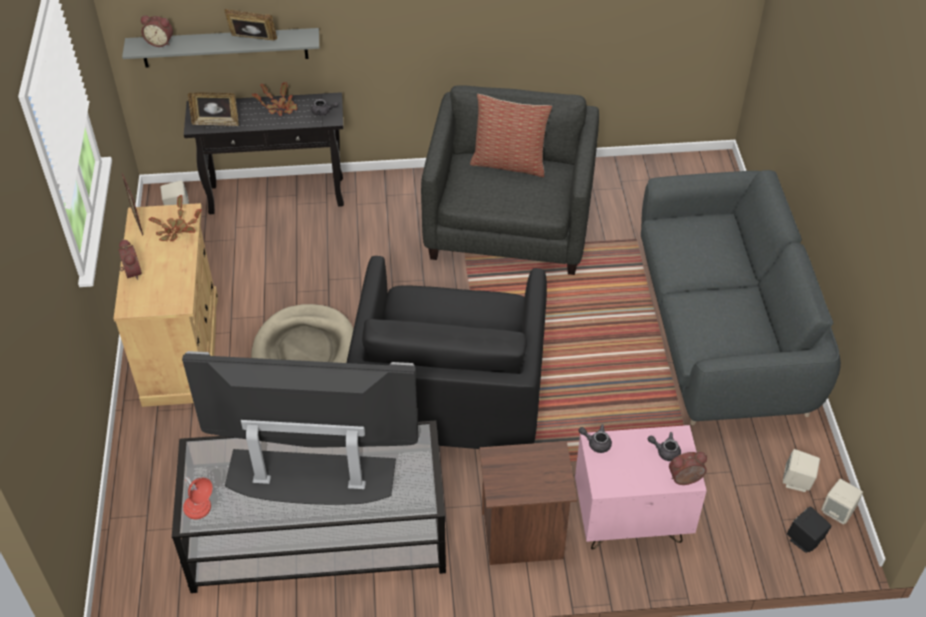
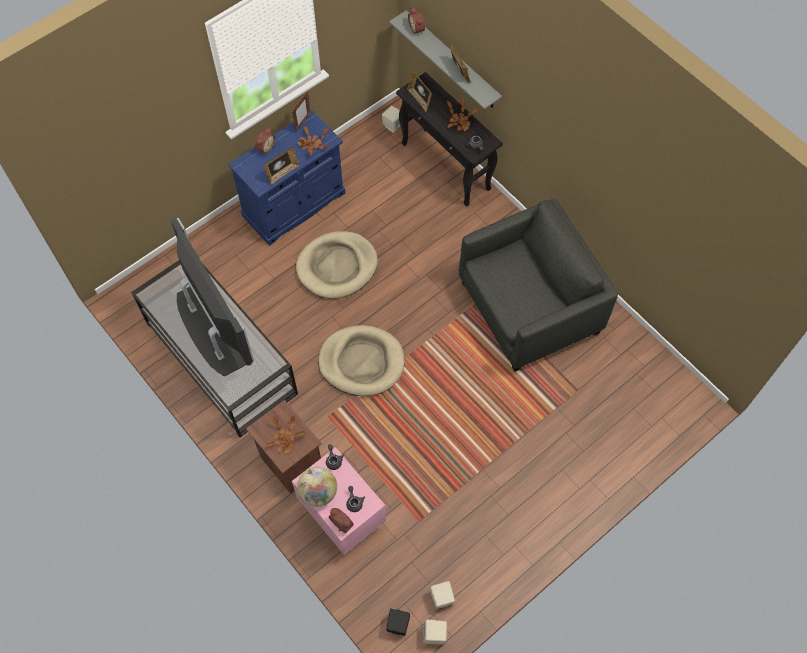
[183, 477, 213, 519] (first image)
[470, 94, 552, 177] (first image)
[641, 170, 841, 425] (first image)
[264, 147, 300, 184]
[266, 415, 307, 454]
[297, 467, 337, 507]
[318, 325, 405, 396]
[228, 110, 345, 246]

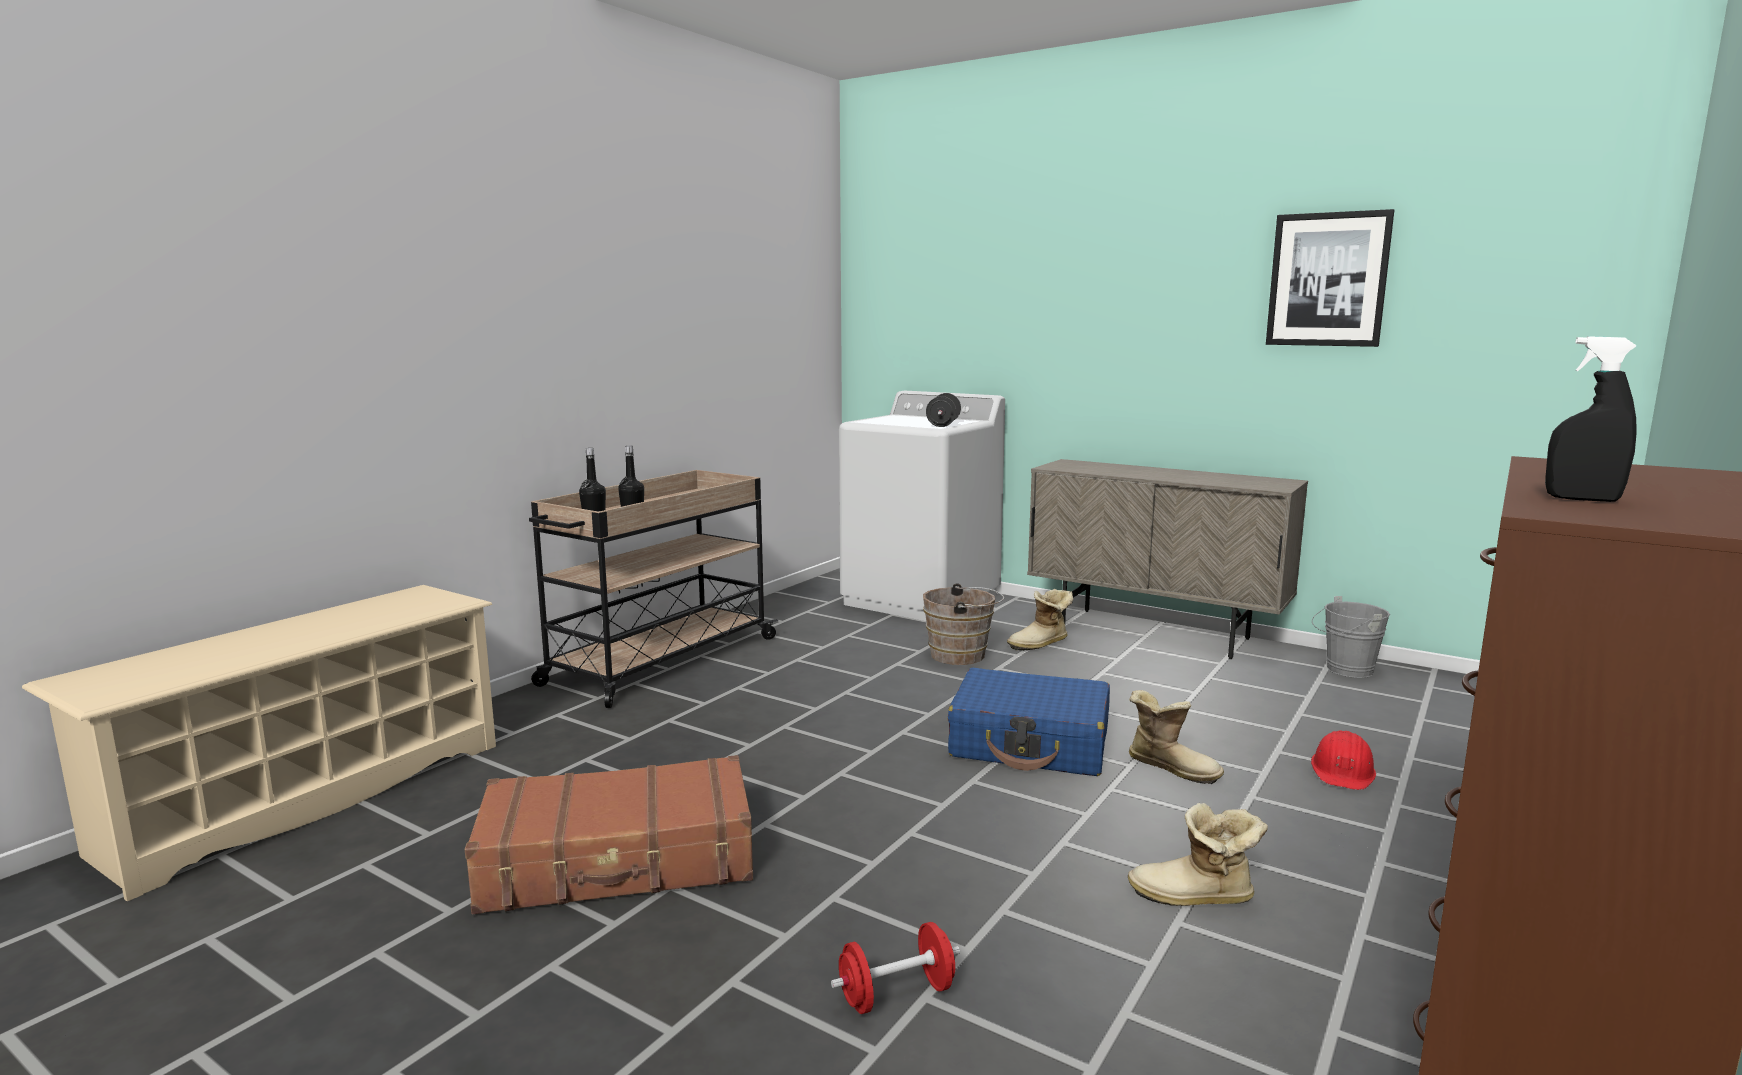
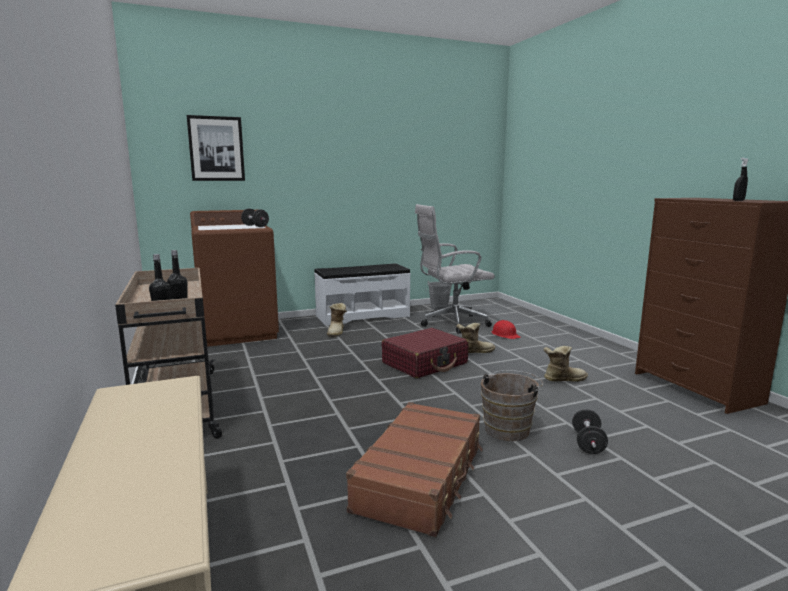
[415, 204, 495, 334]
[481, 370, 543, 441]
[187, 115, 245, 181]
[314, 264, 411, 326]
[572, 409, 608, 454]
[190, 210, 279, 347]
[382, 328, 468, 378]
[544, 346, 588, 382]

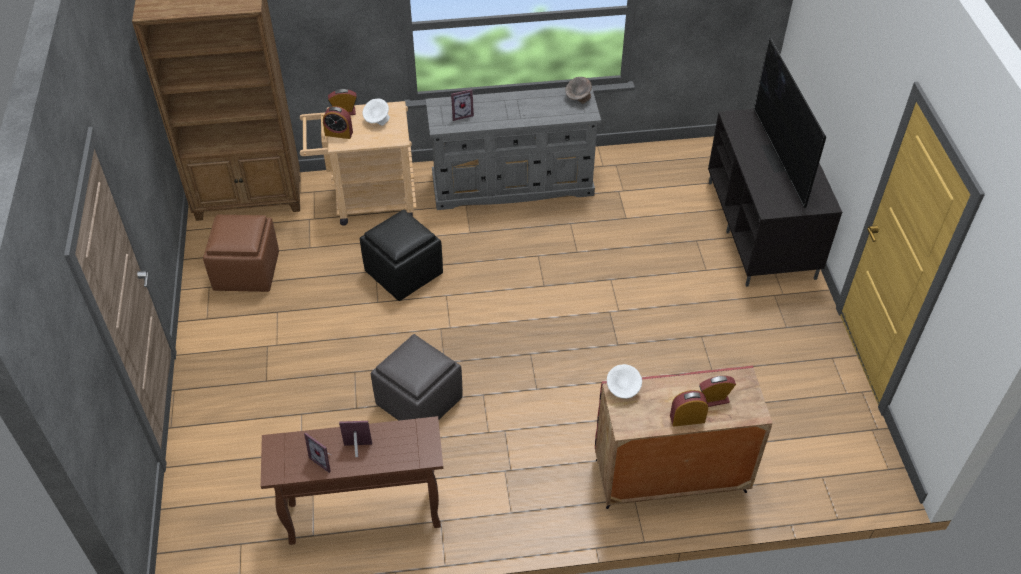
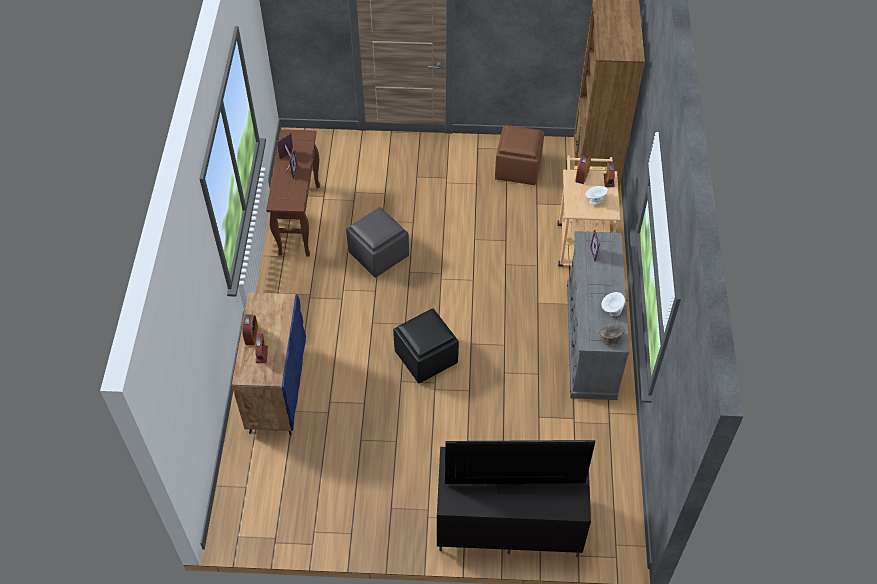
[393, 309, 459, 383]
[601, 292, 625, 316]
[232, 292, 306, 435]

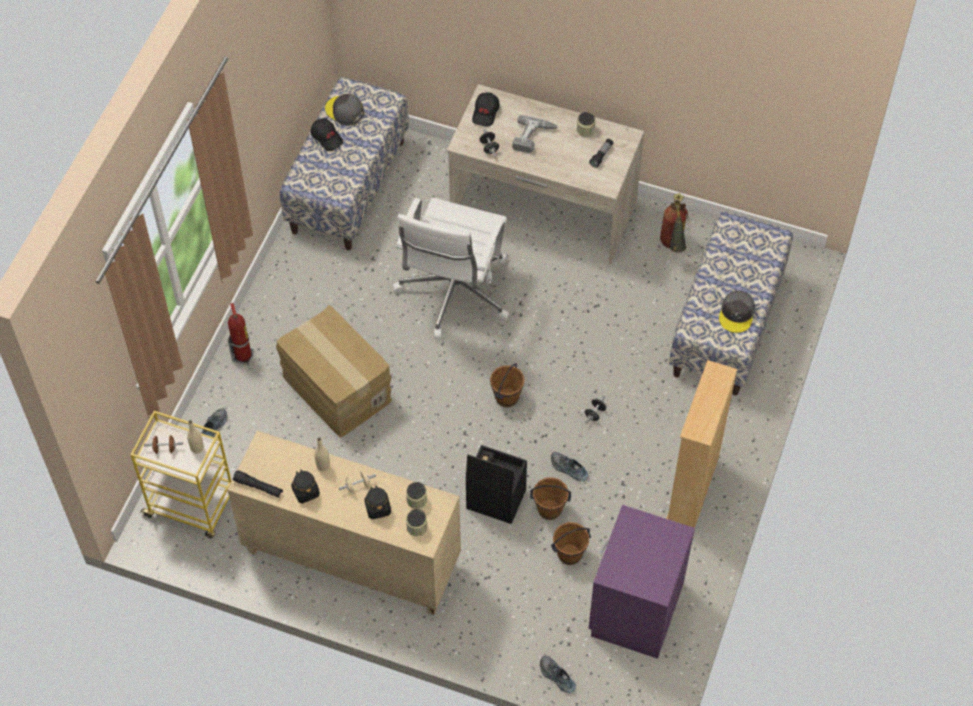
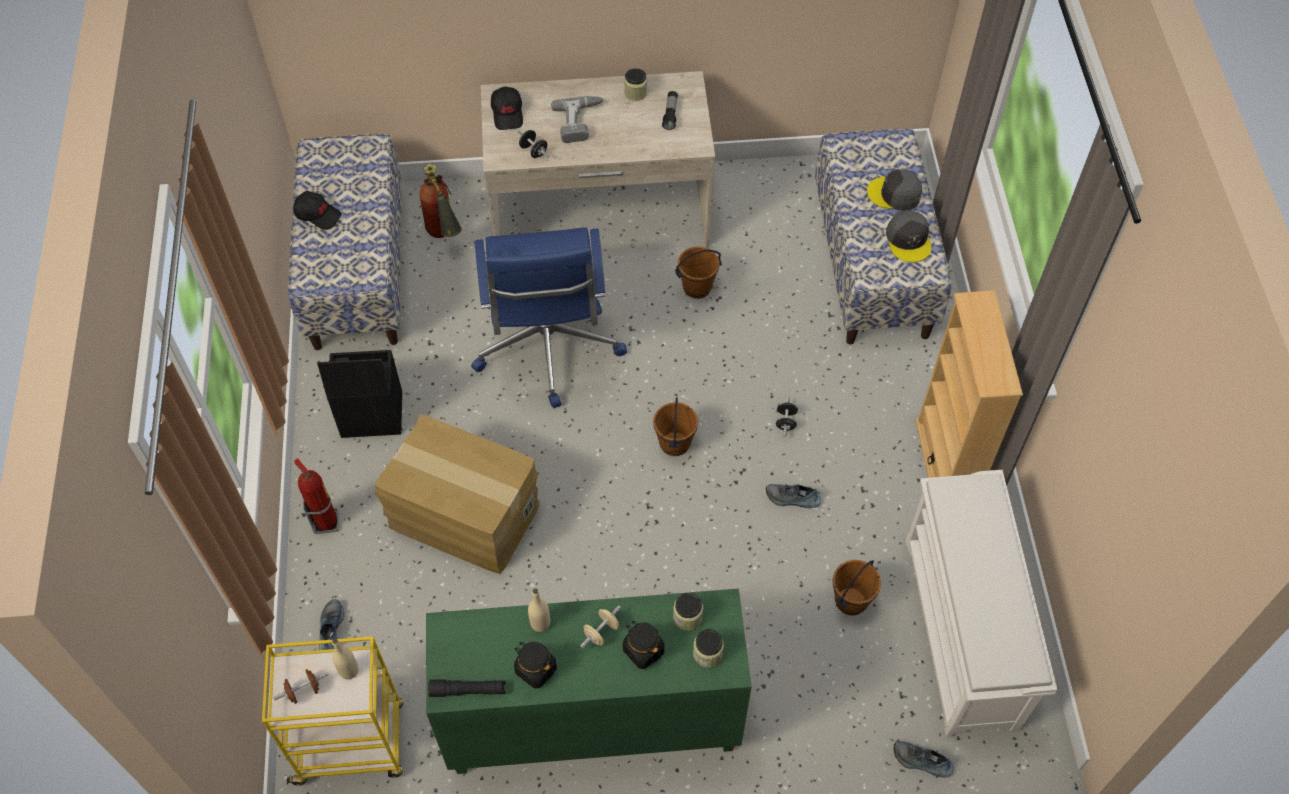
[867, 169, 922, 211]
[317, 350, 402, 438]
[675, 247, 722, 299]
[419, 164, 462, 238]
[906, 470, 1057, 737]
[426, 589, 752, 774]
[471, 227, 627, 408]

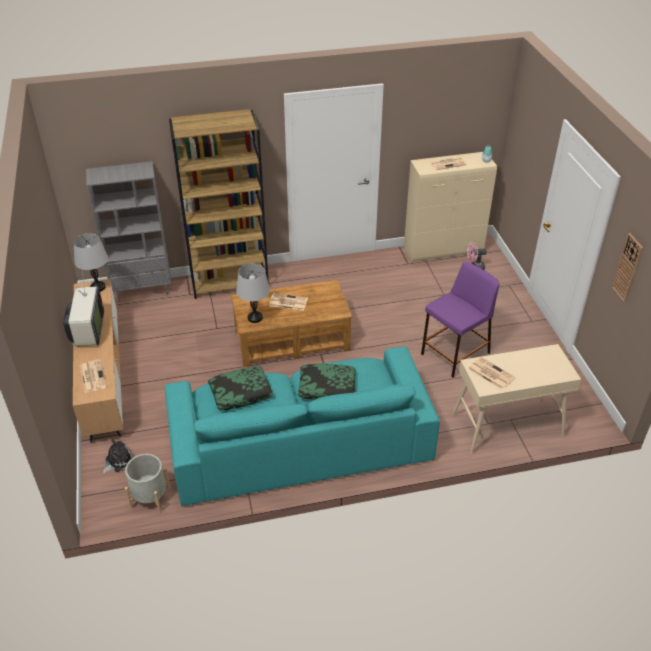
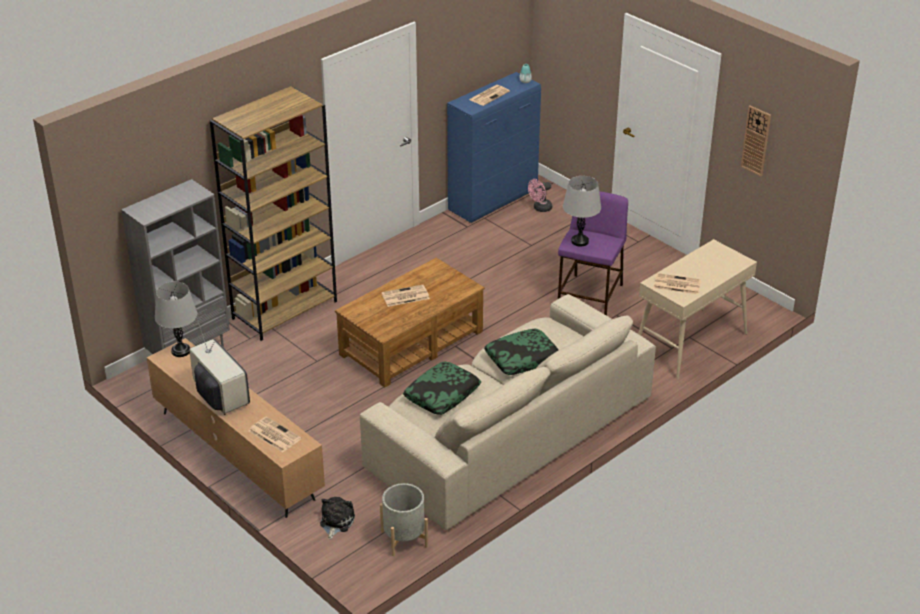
[563, 176, 601, 247]
[360, 294, 656, 530]
[447, 72, 541, 223]

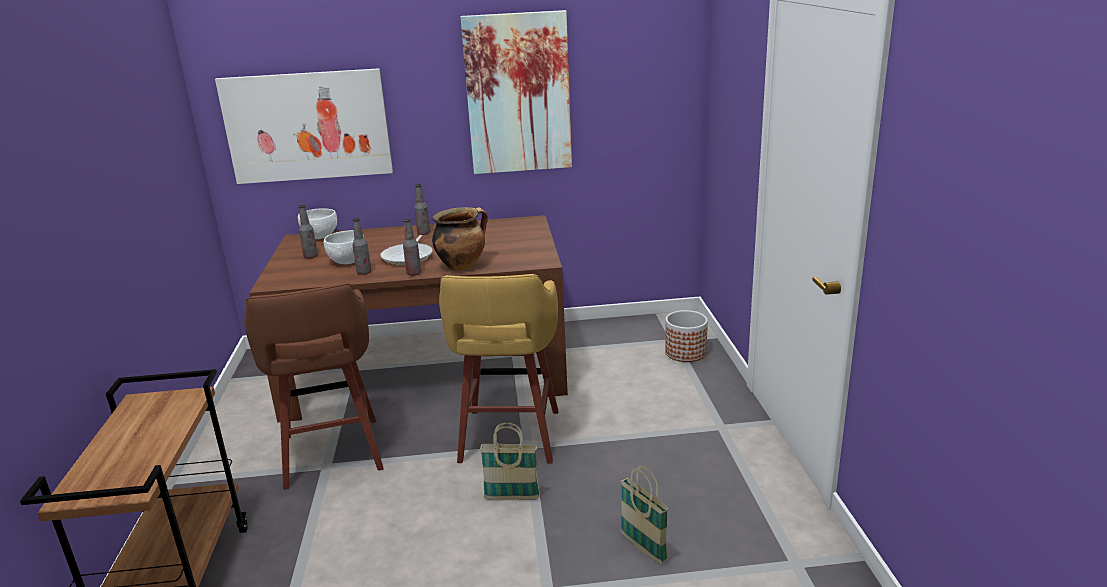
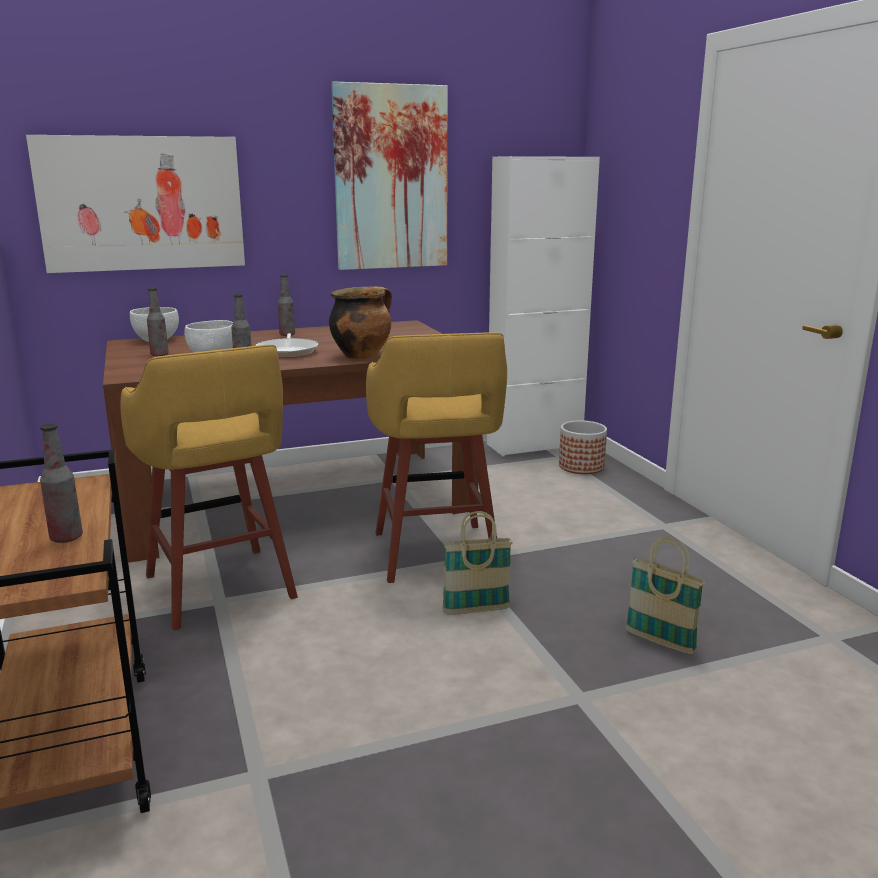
[487, 156, 600, 456]
[40, 423, 83, 543]
[120, 345, 298, 630]

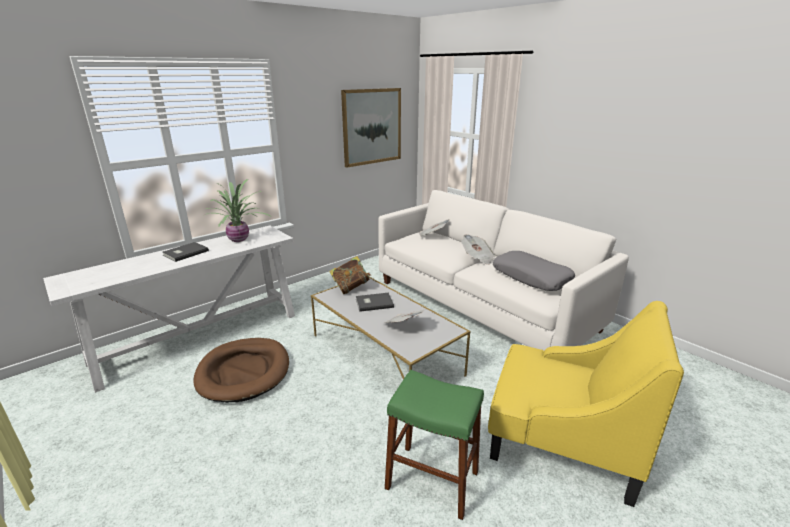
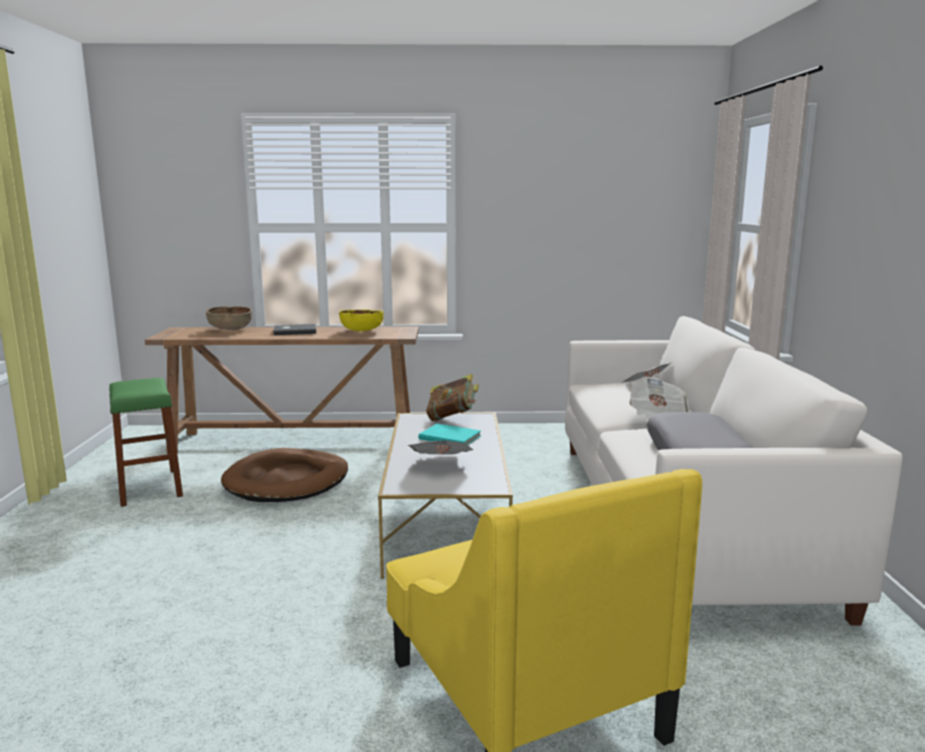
[341, 88, 401, 167] (first image)
[206, 306, 252, 330]
[109, 378, 183, 507]
[339, 310, 384, 331]
[145, 326, 419, 454]
[418, 424, 481, 445]

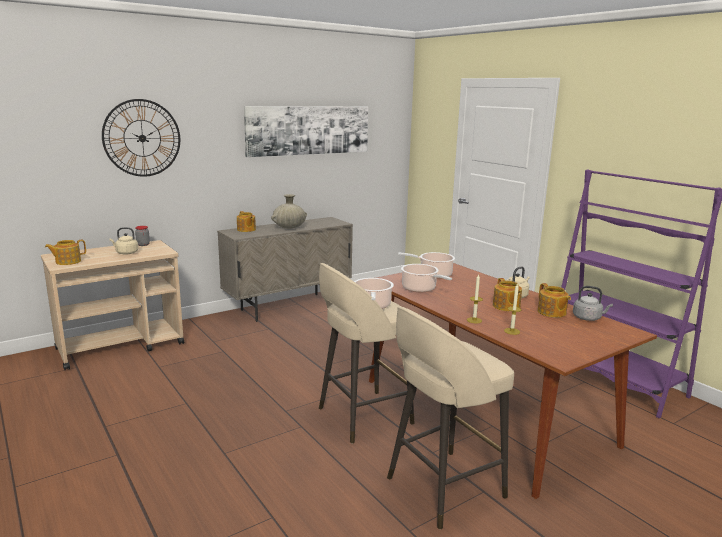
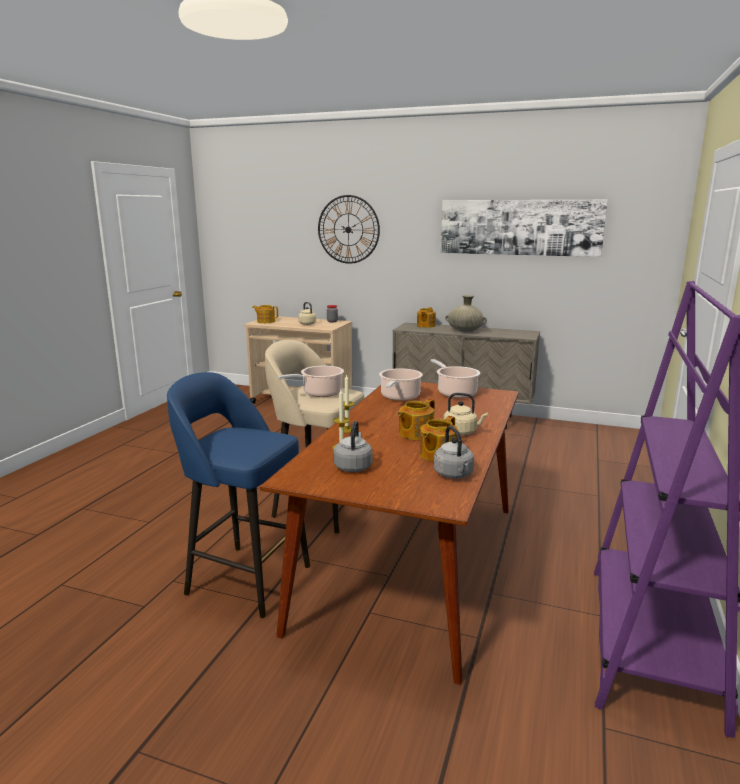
[334, 421, 372, 472]
[167, 372, 310, 618]

